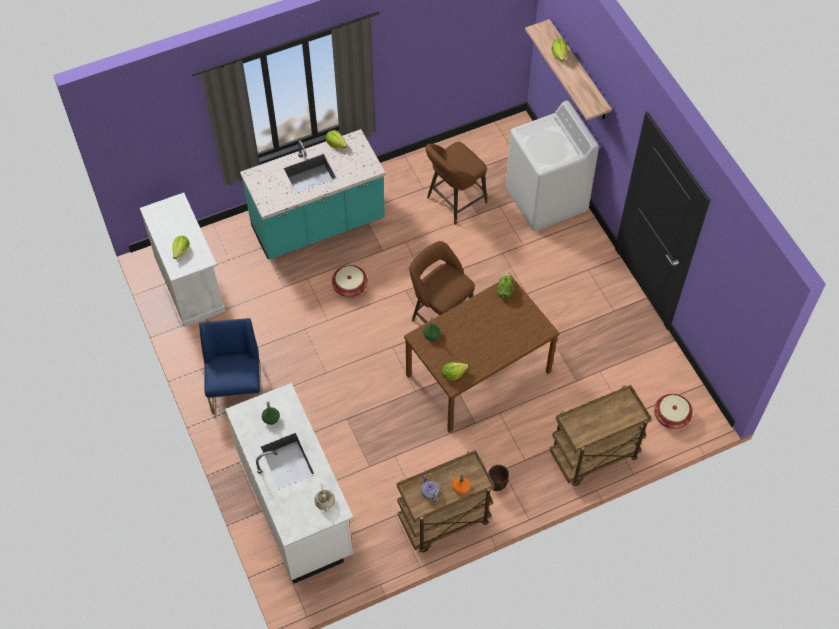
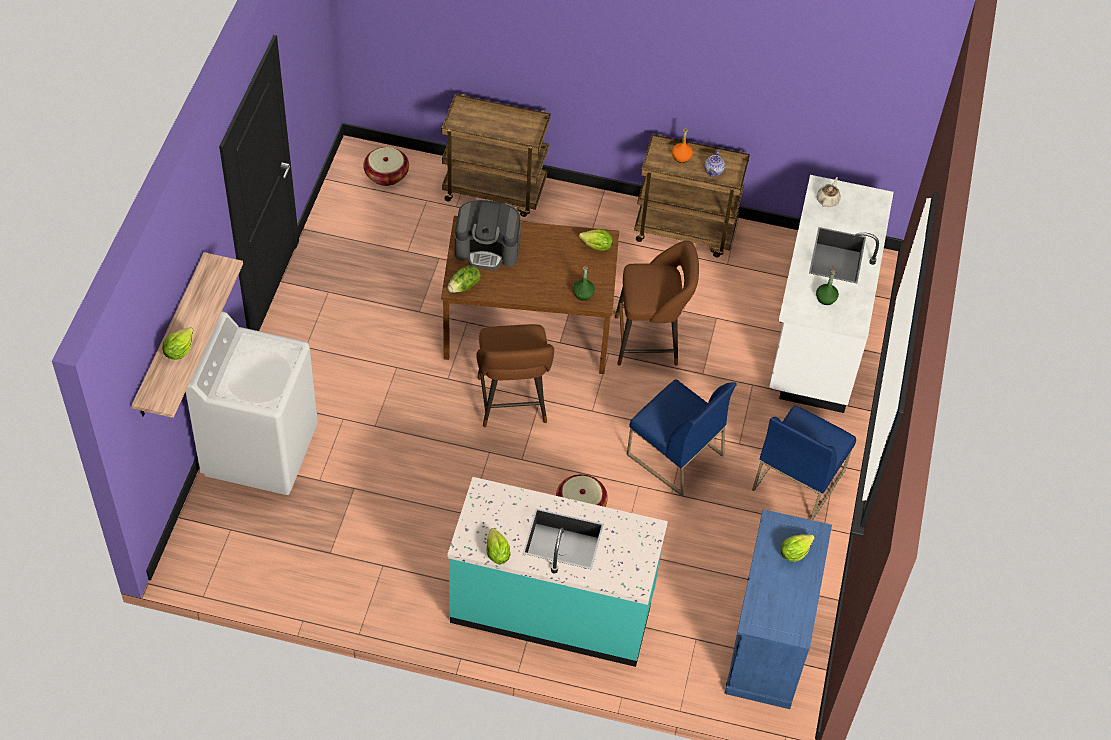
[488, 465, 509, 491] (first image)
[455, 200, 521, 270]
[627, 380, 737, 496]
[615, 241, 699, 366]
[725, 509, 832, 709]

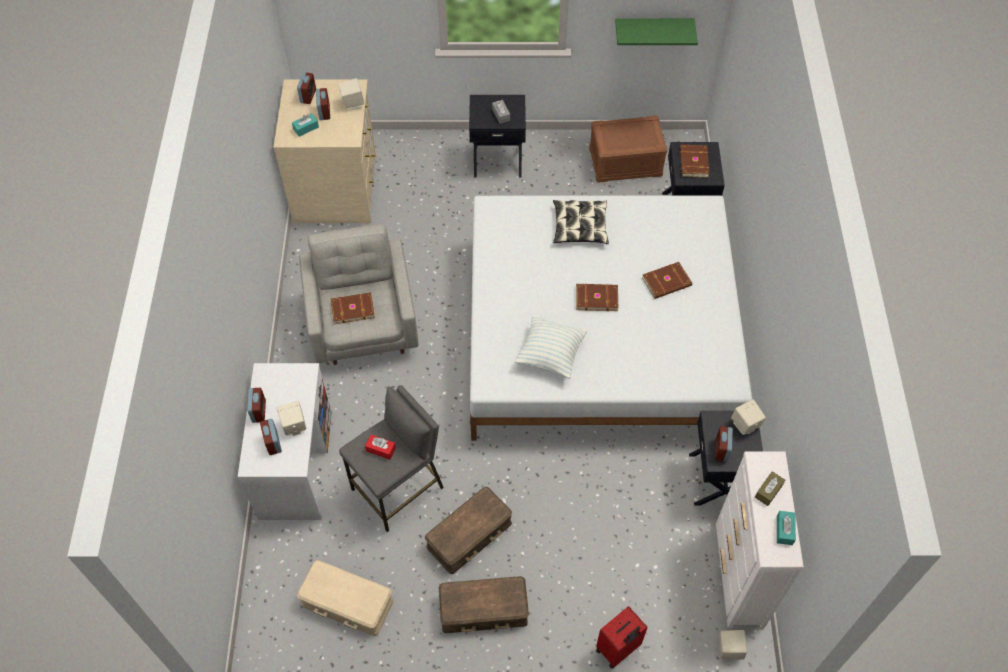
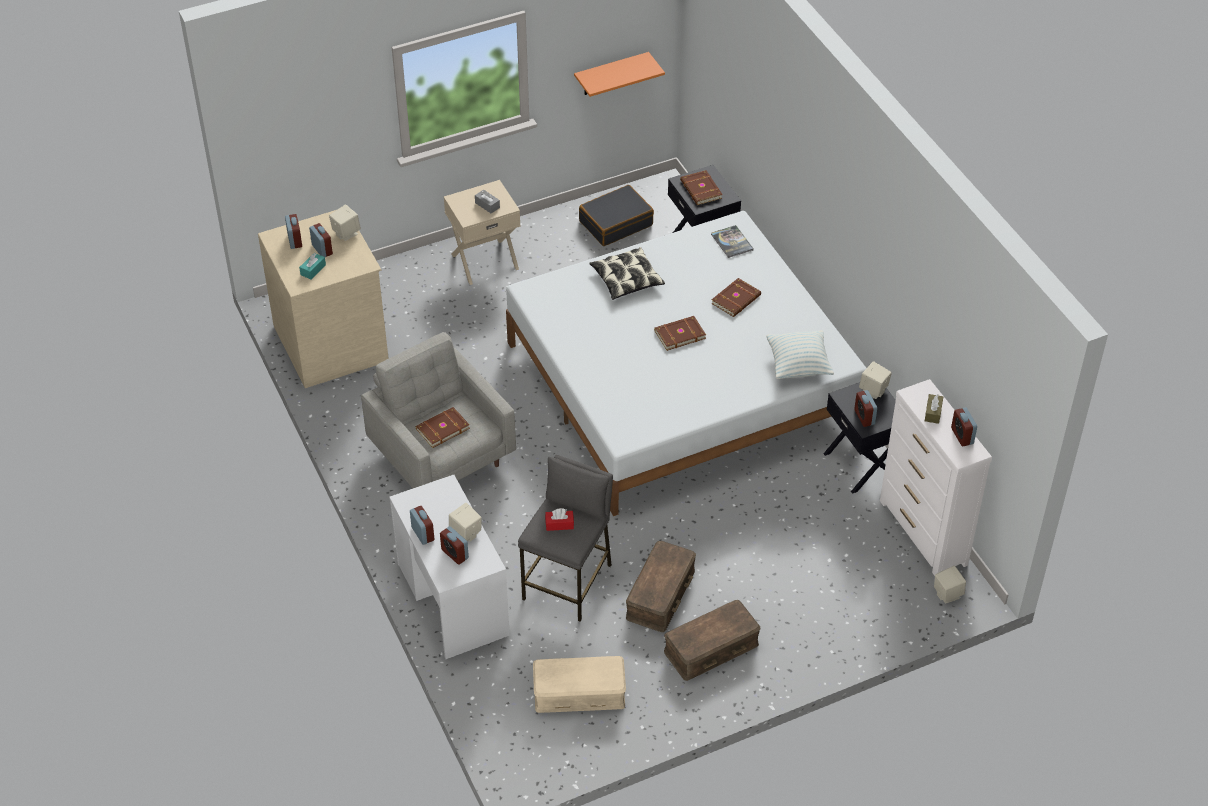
[596, 606, 648, 669] (first image)
[711, 225, 754, 258]
[766, 330, 834, 379]
[579, 185, 654, 246]
[951, 407, 977, 447]
[444, 180, 521, 285]
[574, 52, 665, 97]

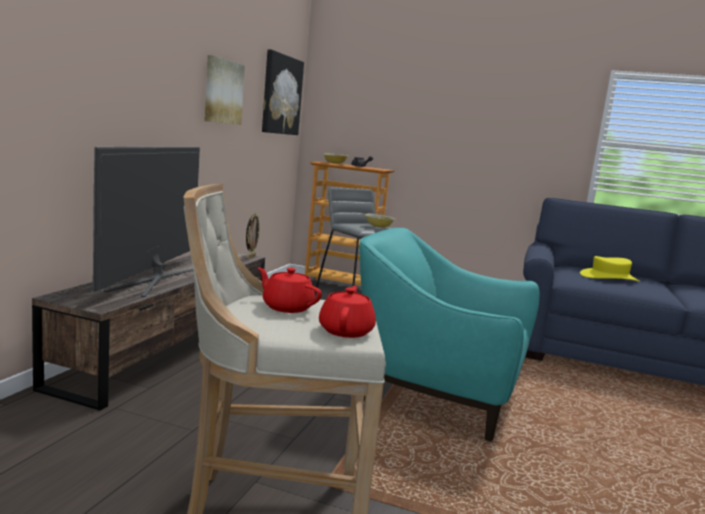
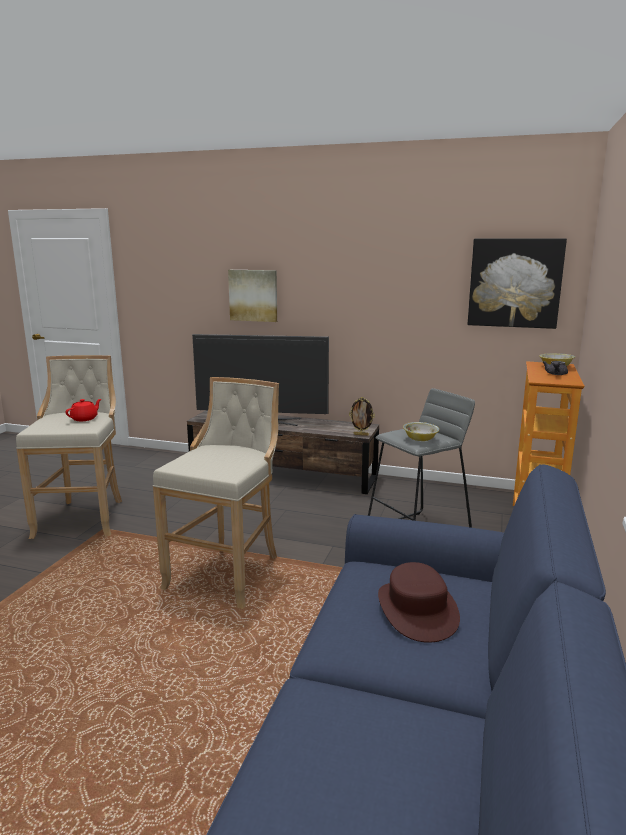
[319, 286, 376, 338] (first image)
[228, 270, 277, 322]
[153, 377, 279, 609]
[378, 562, 460, 643]

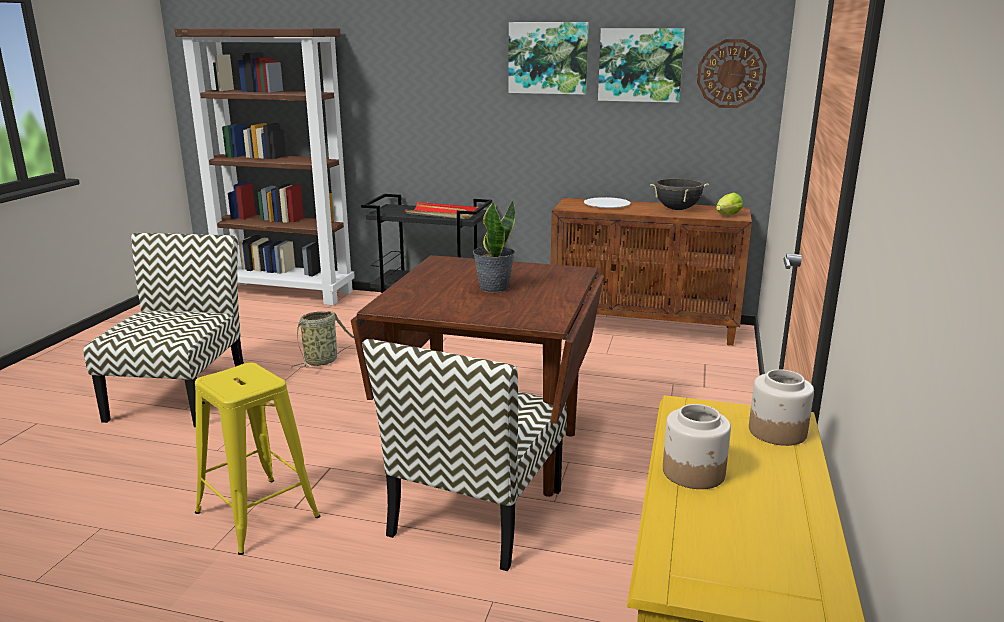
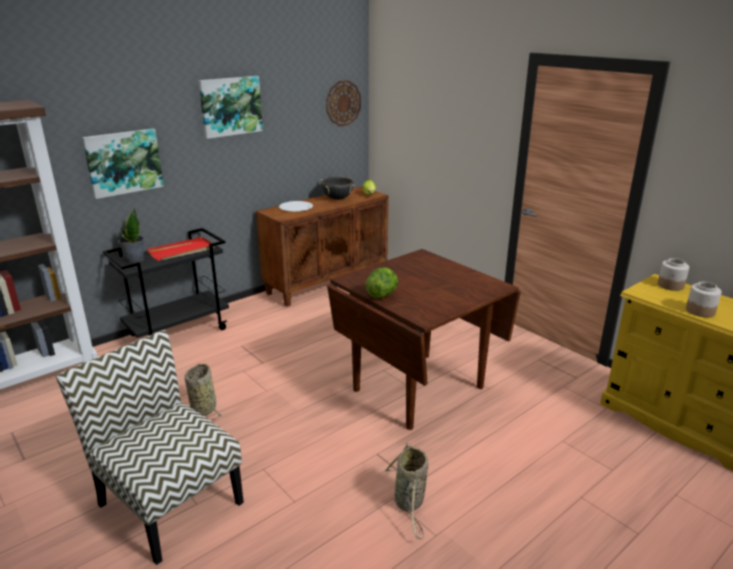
[362, 339, 567, 571] (first image)
[365, 267, 398, 299]
[118, 208, 144, 263]
[82, 129, 164, 199]
[384, 443, 428, 539]

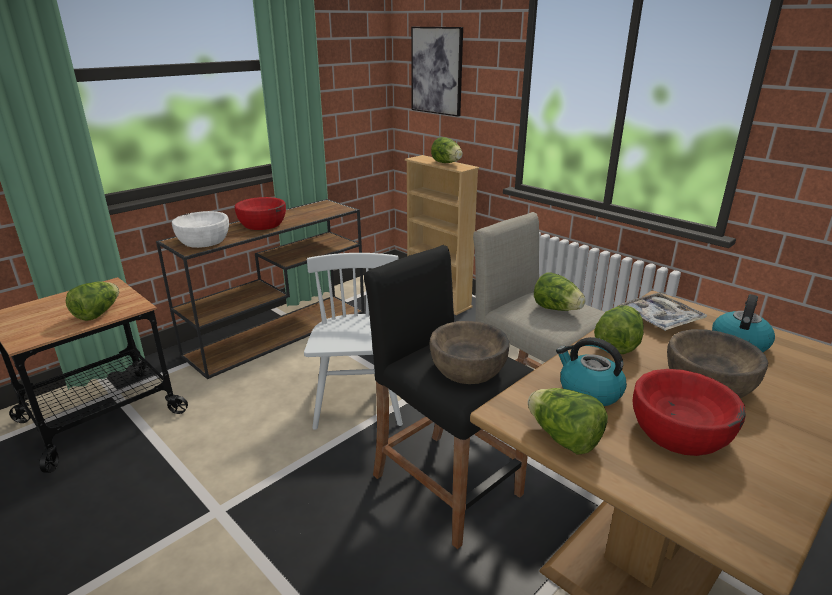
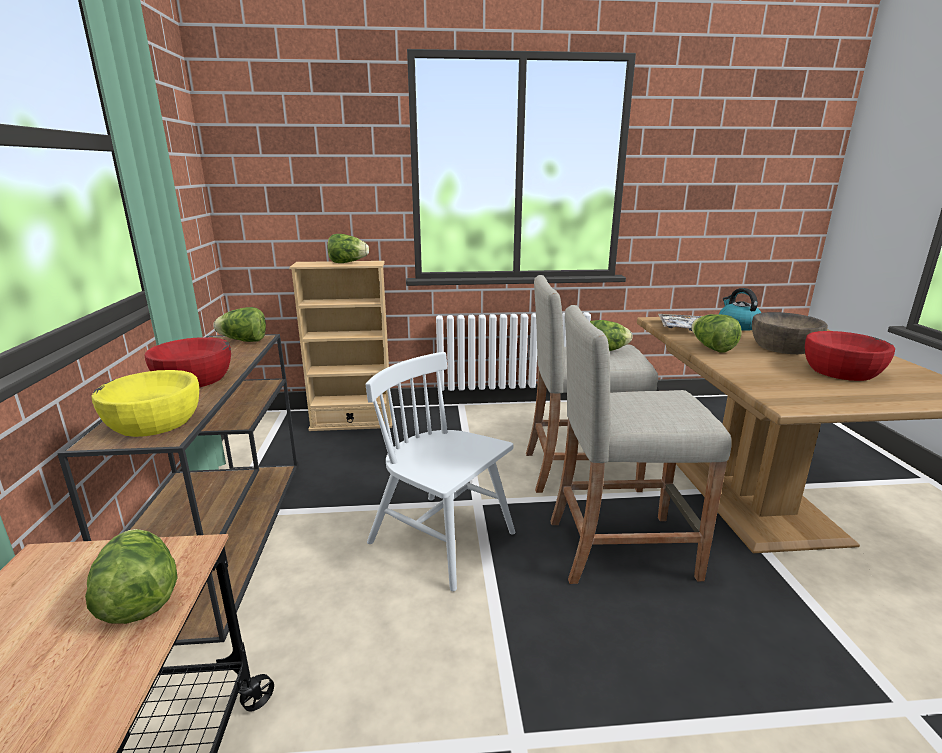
[411, 27, 463, 116] (first image)
[429, 321, 510, 384] (first image)
[556, 337, 627, 406] (first image)
[213, 307, 266, 342]
[91, 370, 199, 437]
[550, 305, 732, 584]

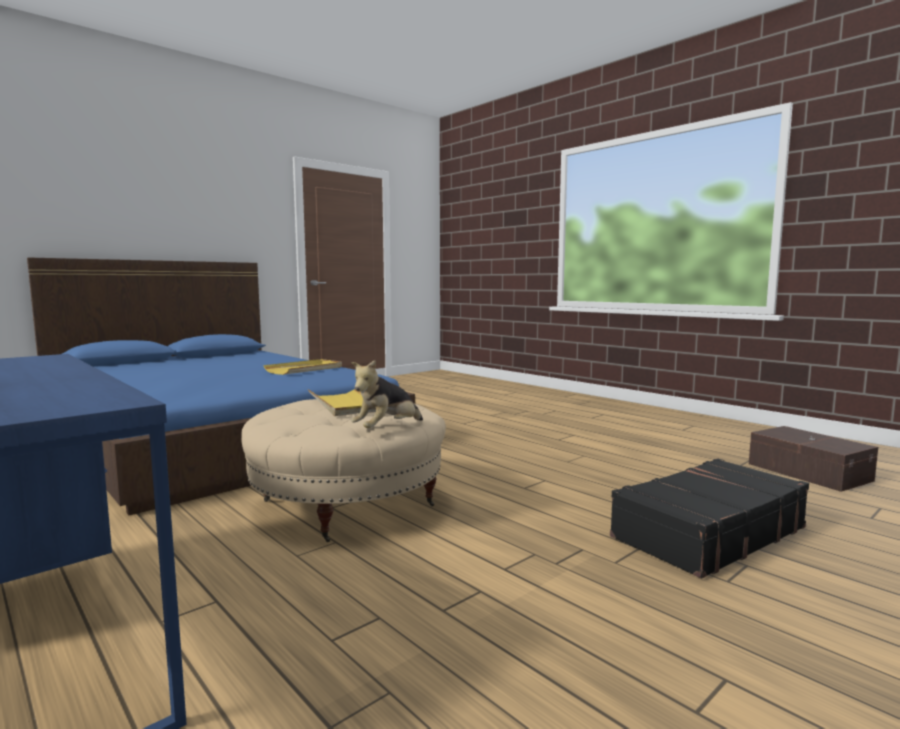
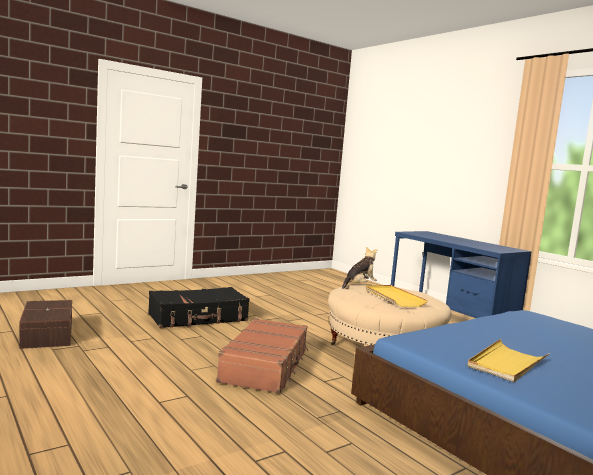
[216, 318, 309, 394]

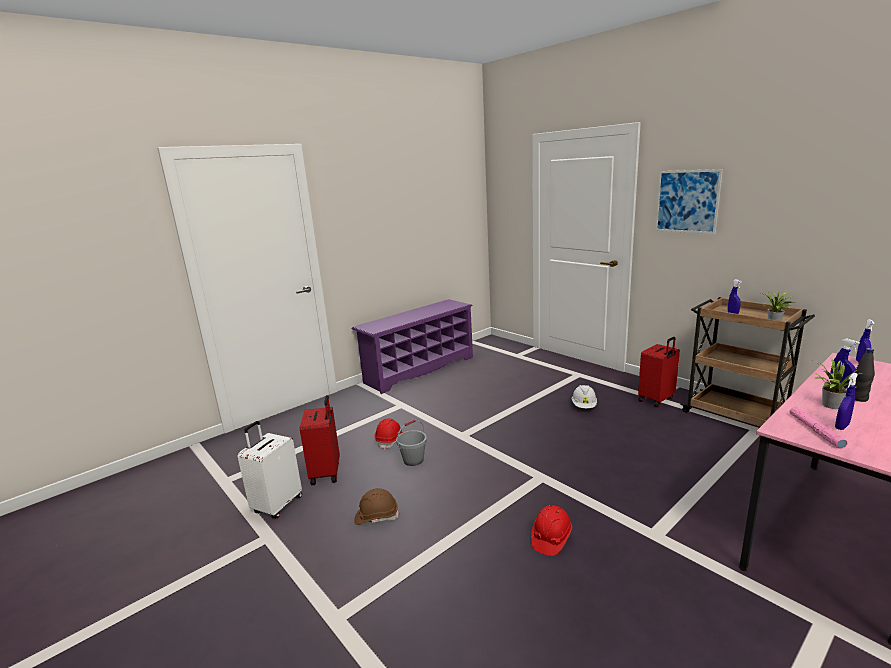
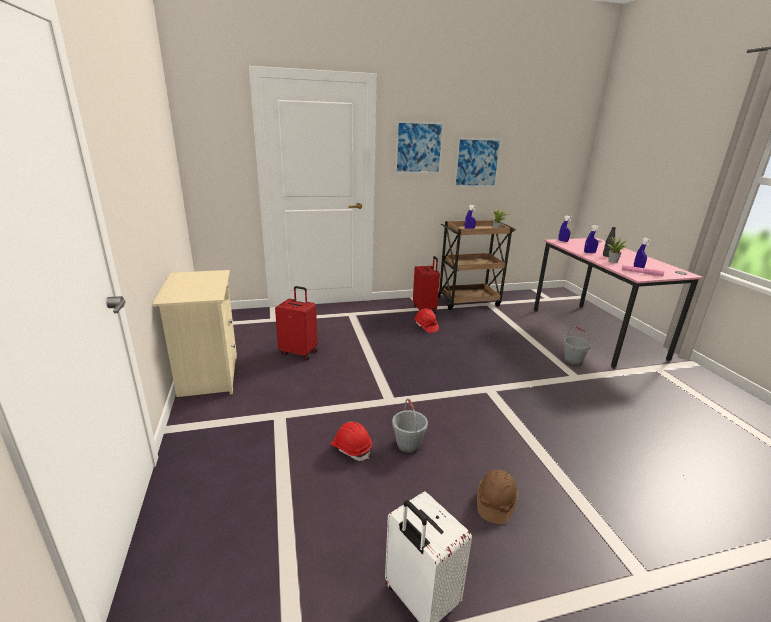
[572, 385, 597, 408] (first image)
[454, 138, 502, 187]
[563, 326, 591, 365]
[275, 286, 318, 360]
[414, 308, 439, 333]
[152, 270, 237, 397]

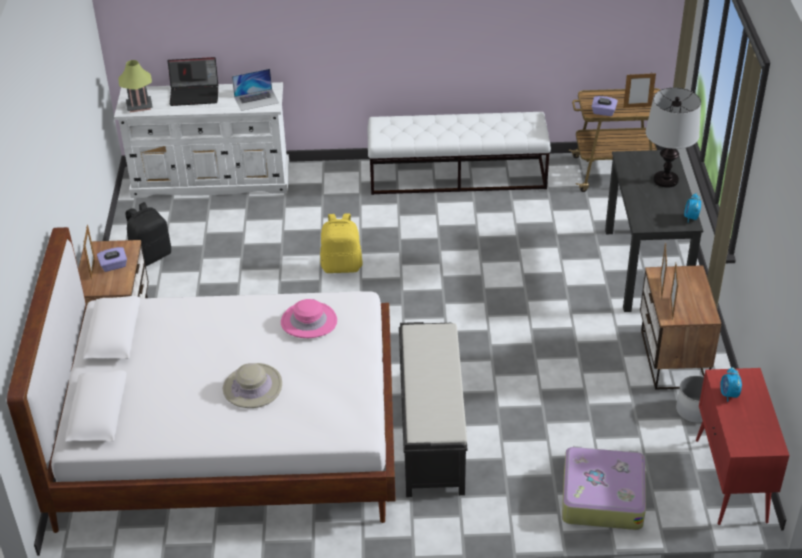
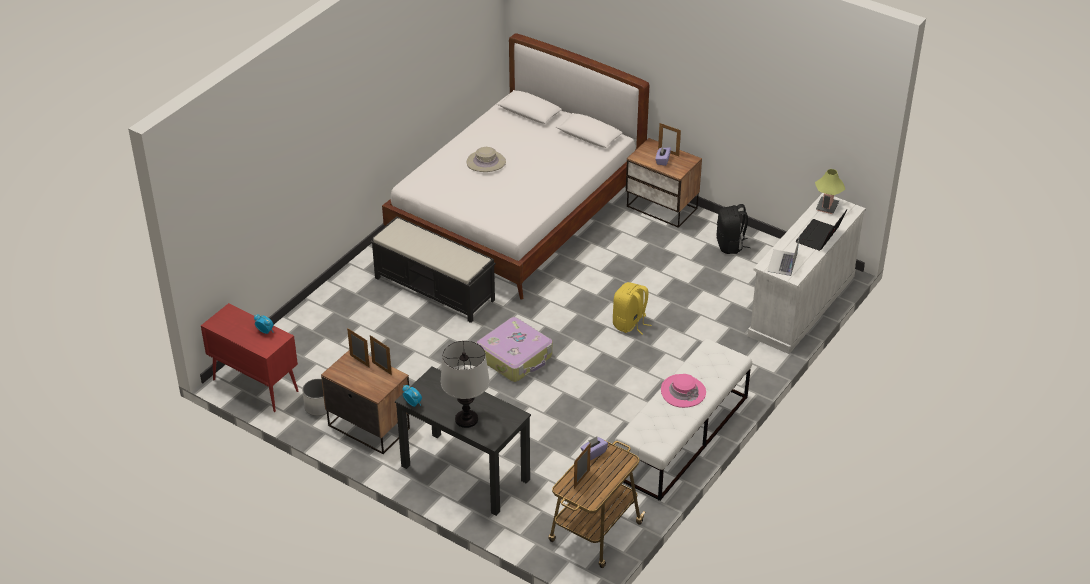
[661, 374, 706, 408]
[476, 317, 553, 382]

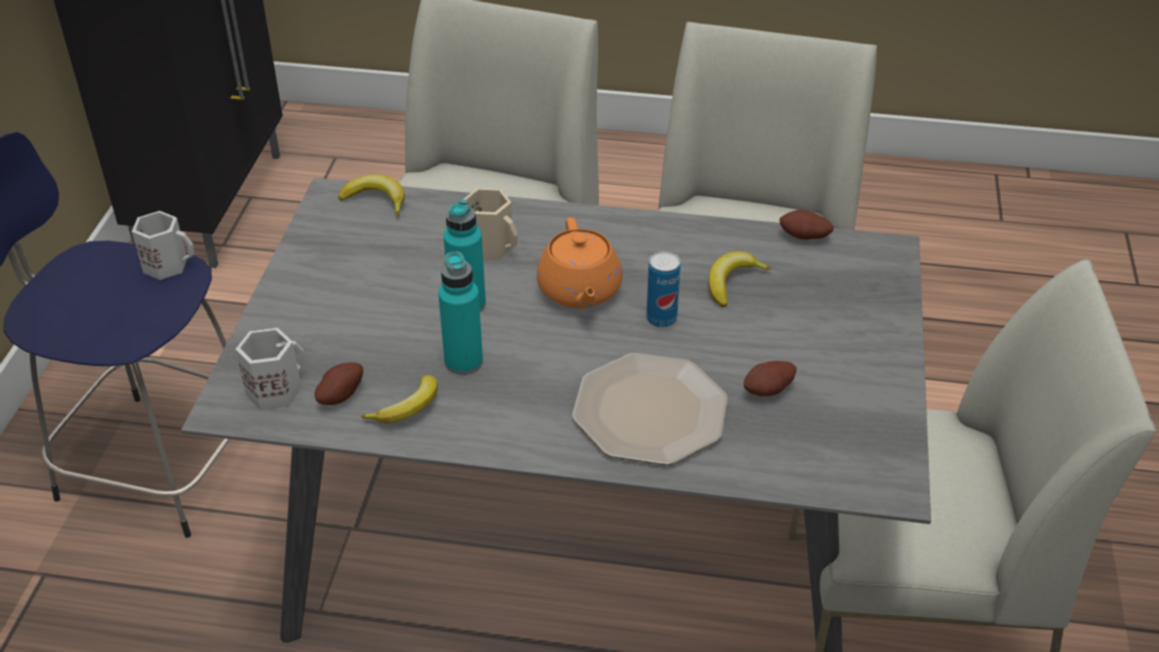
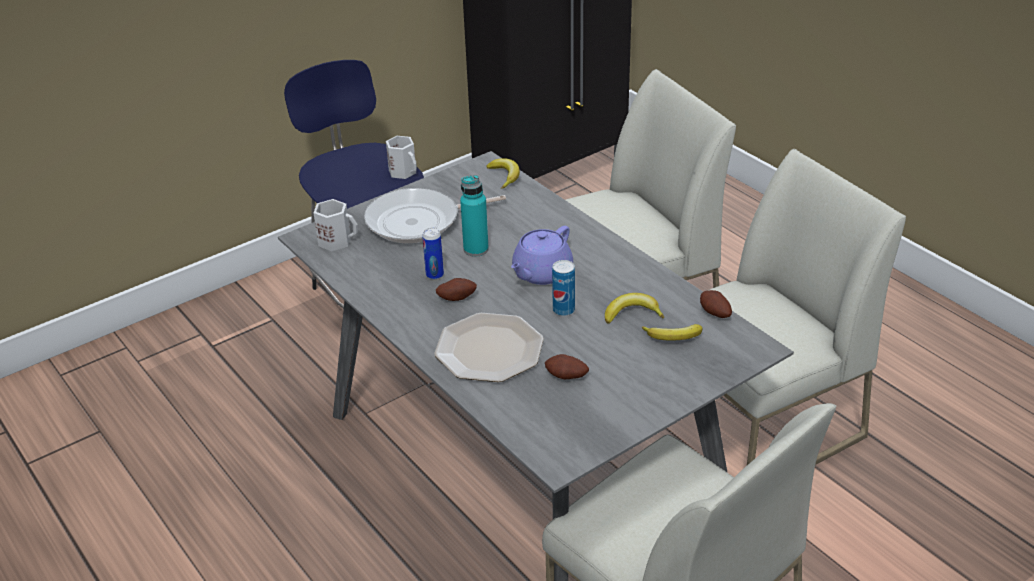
[463, 188, 518, 260] (first image)
[364, 188, 506, 243]
[436, 278, 477, 301]
[642, 324, 703, 341]
[422, 228, 444, 280]
[511, 226, 573, 285]

